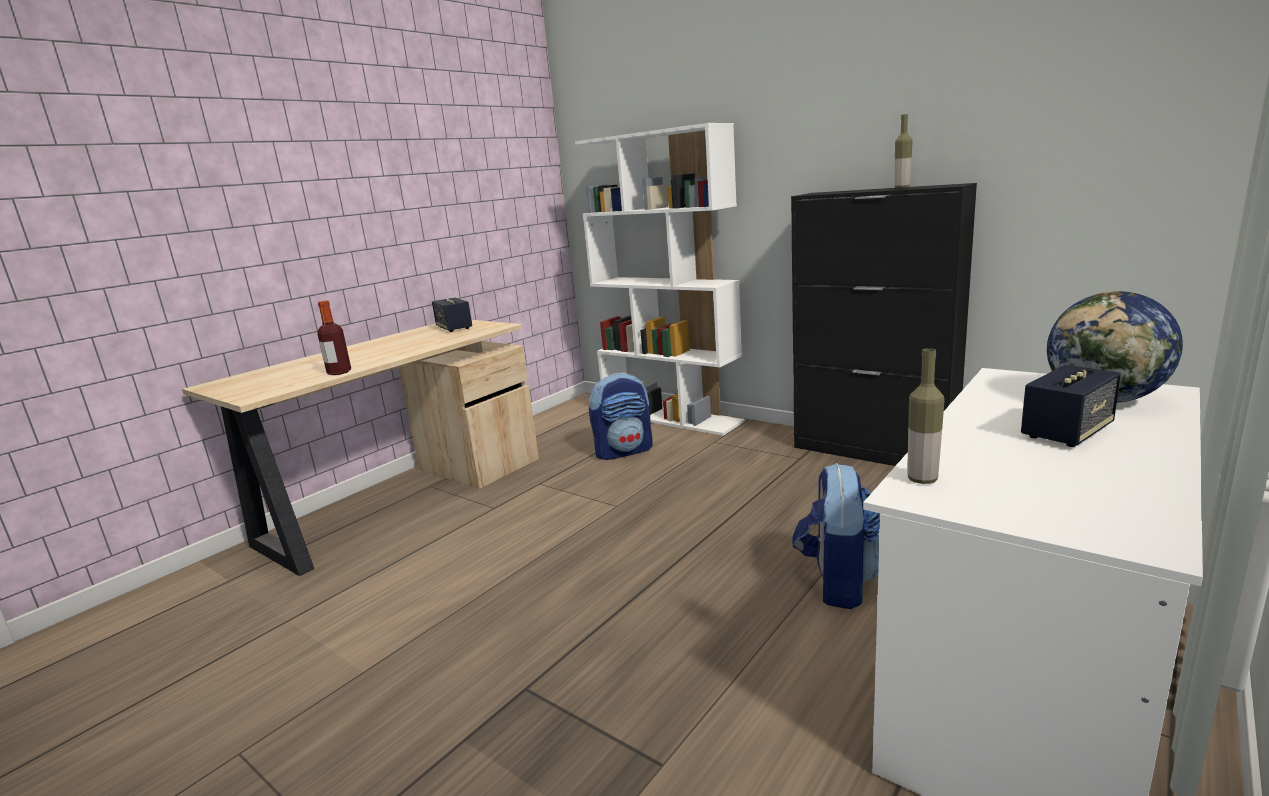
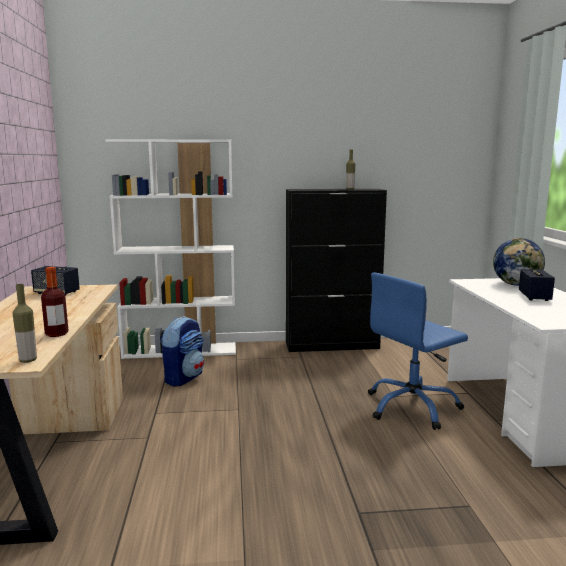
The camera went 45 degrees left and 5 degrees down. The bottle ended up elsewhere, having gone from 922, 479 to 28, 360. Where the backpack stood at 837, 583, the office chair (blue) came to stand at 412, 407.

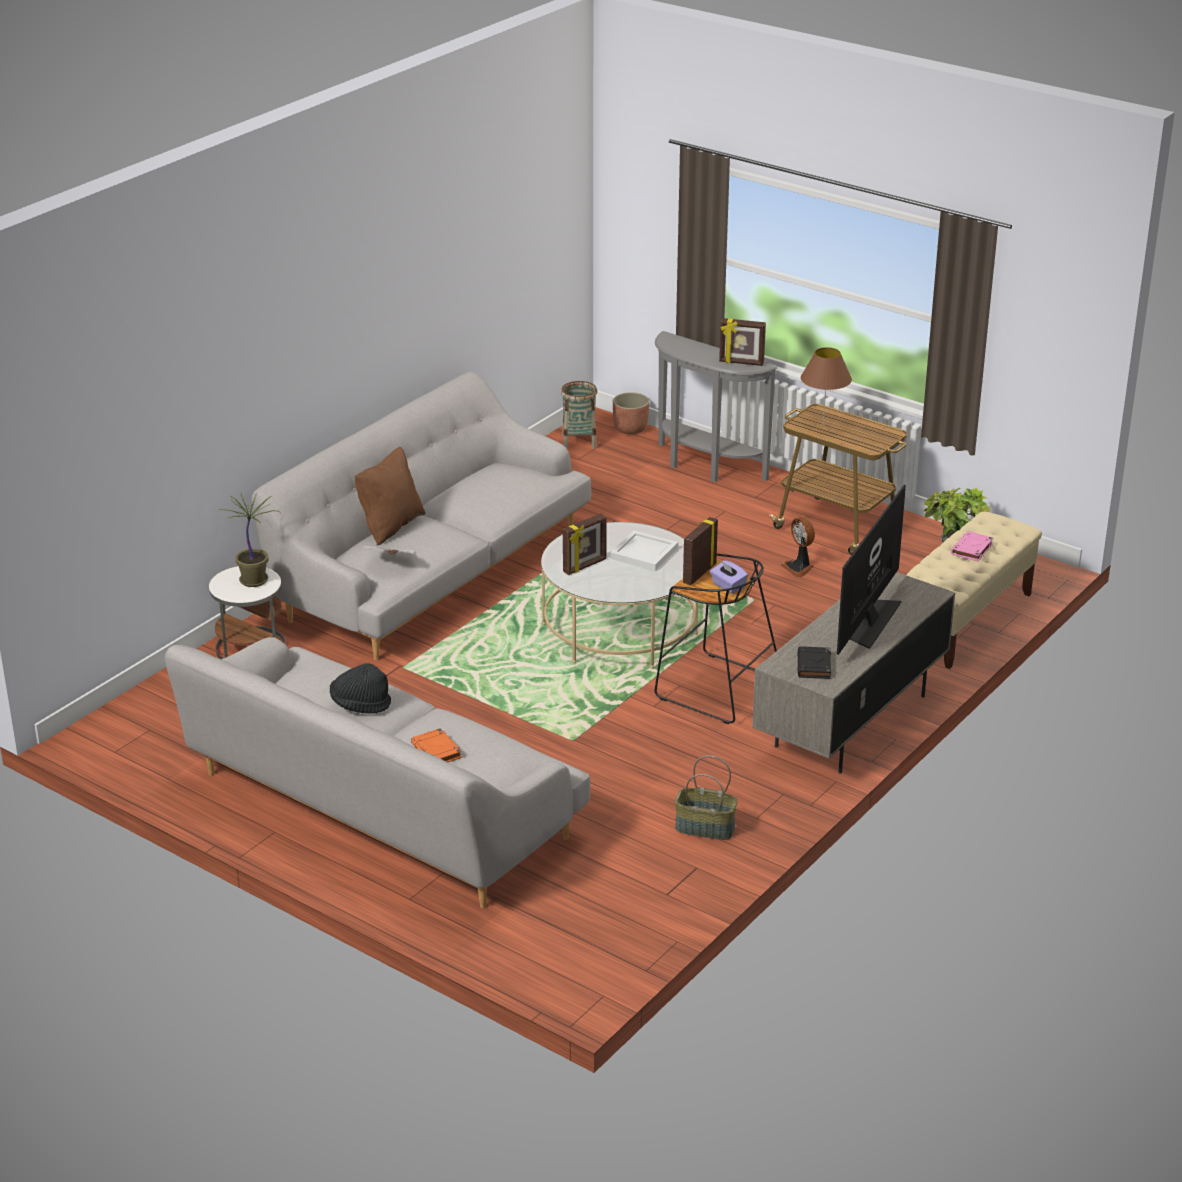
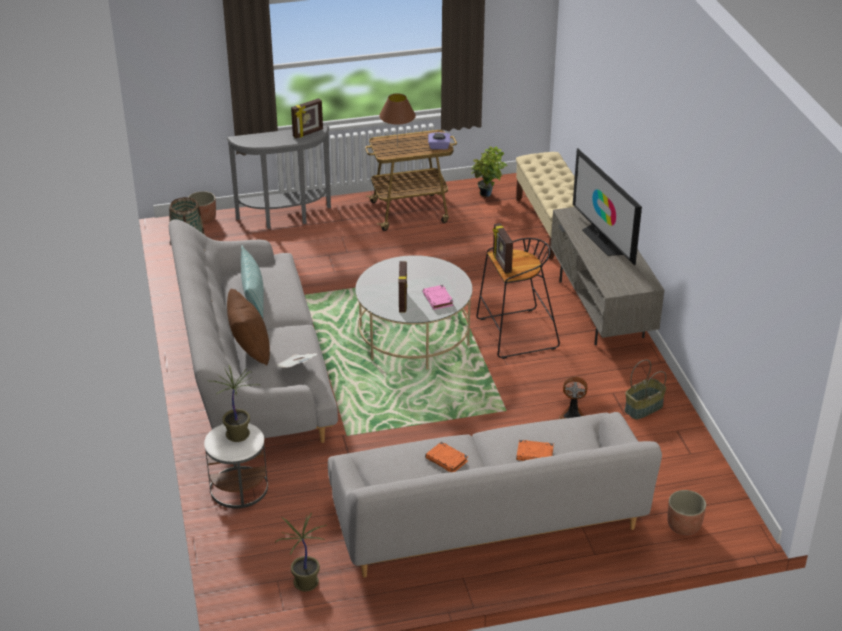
The camera went 50 degrees left and 5 degrees up. The second view lost the tray (white) at 645, 553. The second view lost the book (black) at 814, 666. The second view gained the pillow at 253, 296. The second view gained the potted plant at 305, 584. The second view gained the planter at 683, 526. The tissue box (purple) ended up elsewhere, having gone from 728, 586 to 439, 147. The fan ended up elsewhere, having gone from 799, 567 to 573, 415. The book (pink) ended up elsewhere, having gone from 971, 549 to 438, 299. Where the hat (black) stood at 360, 705, the book (orange) came to stand at 447, 460.

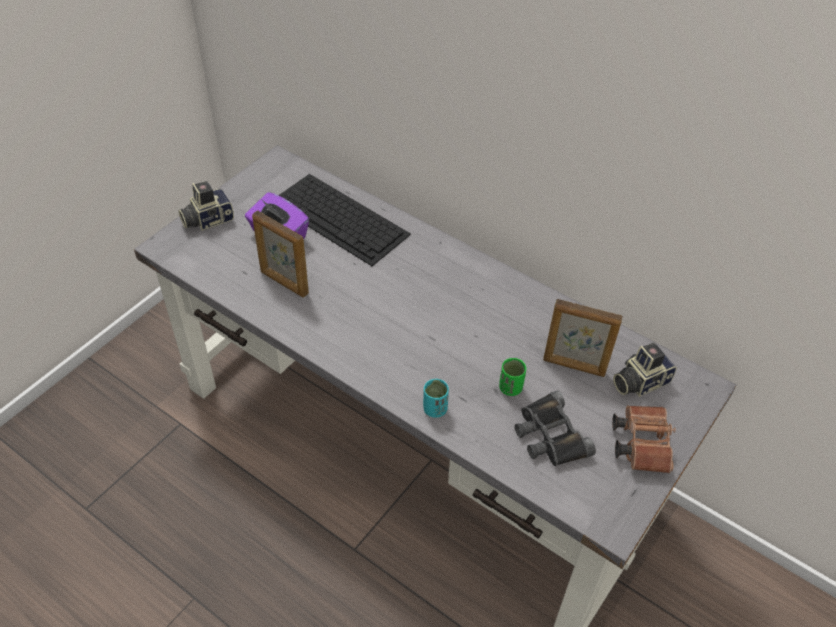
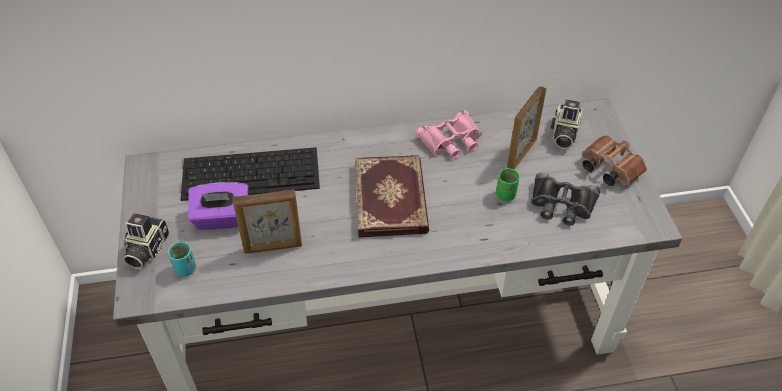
The camera went 45 degrees left and 0 degrees up. The second view gained the book at 392, 198. The second view gained the binoculars (pink) at 452, 140. The cup (turquoise) ended up elsewhere, having gone from 435, 409 to 185, 269. The picture frame at 574, 366 ended up facing another way, 150 degrees clockwise from before.

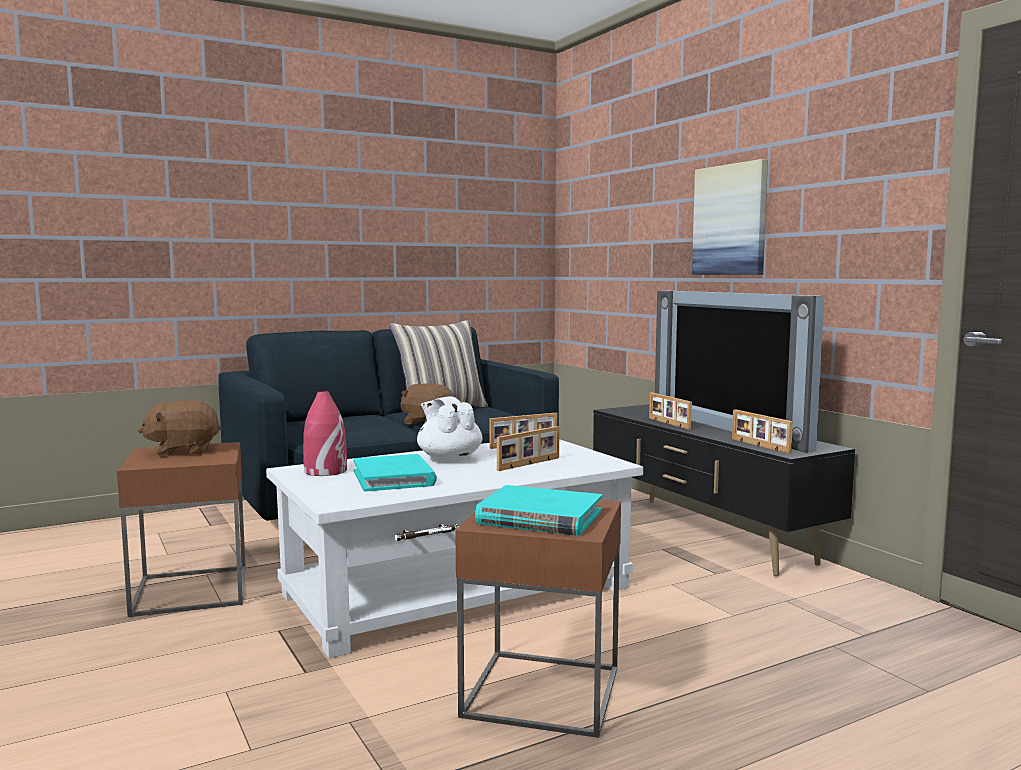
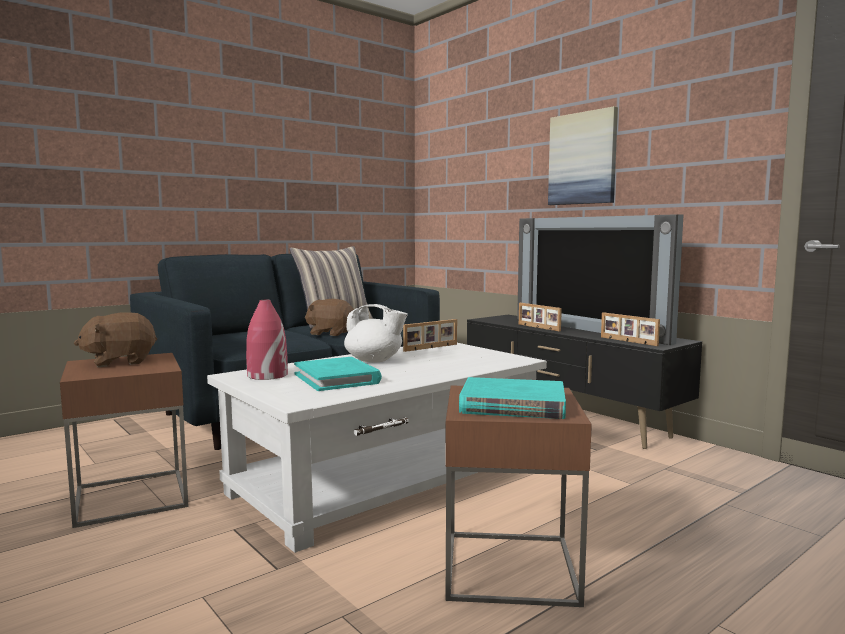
The camera went 10 degrees left and 0 degrees up. The second view lost the picture frame at 529, 464. The teapot (white) at 449, 459 ended up facing another way, 150 degrees clockwise from before.

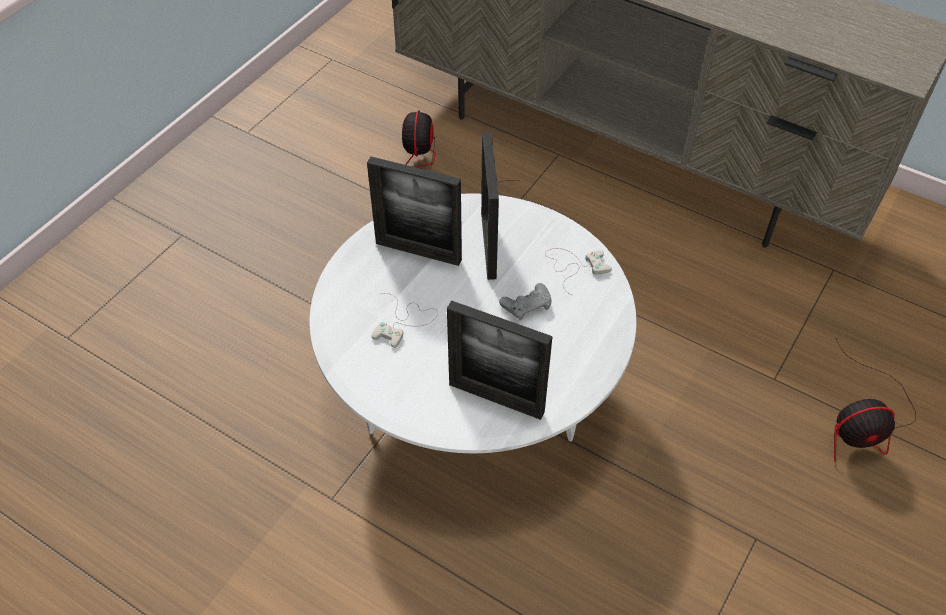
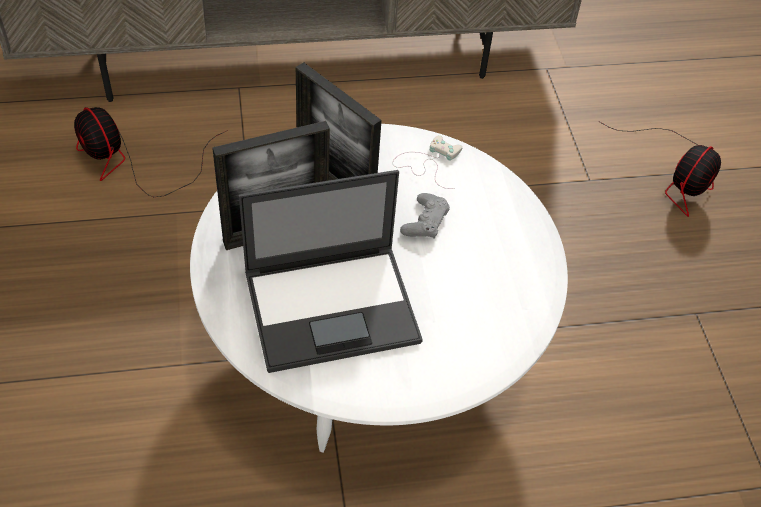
The camera went 45 degrees left and 0 degrees up. The second view lost the picture frame at 496, 398. Where the game controller (white) stood at 404, 321, the laptop came to stand at 334, 306.

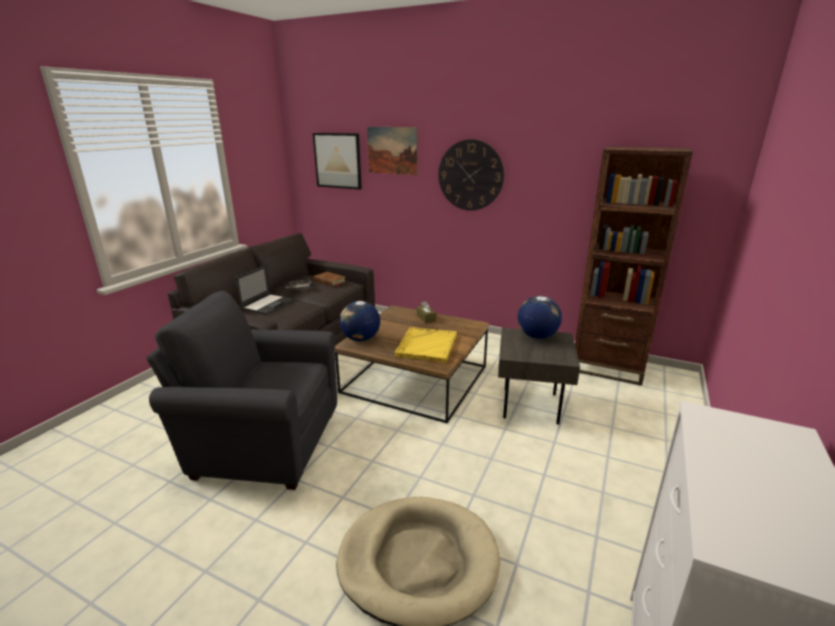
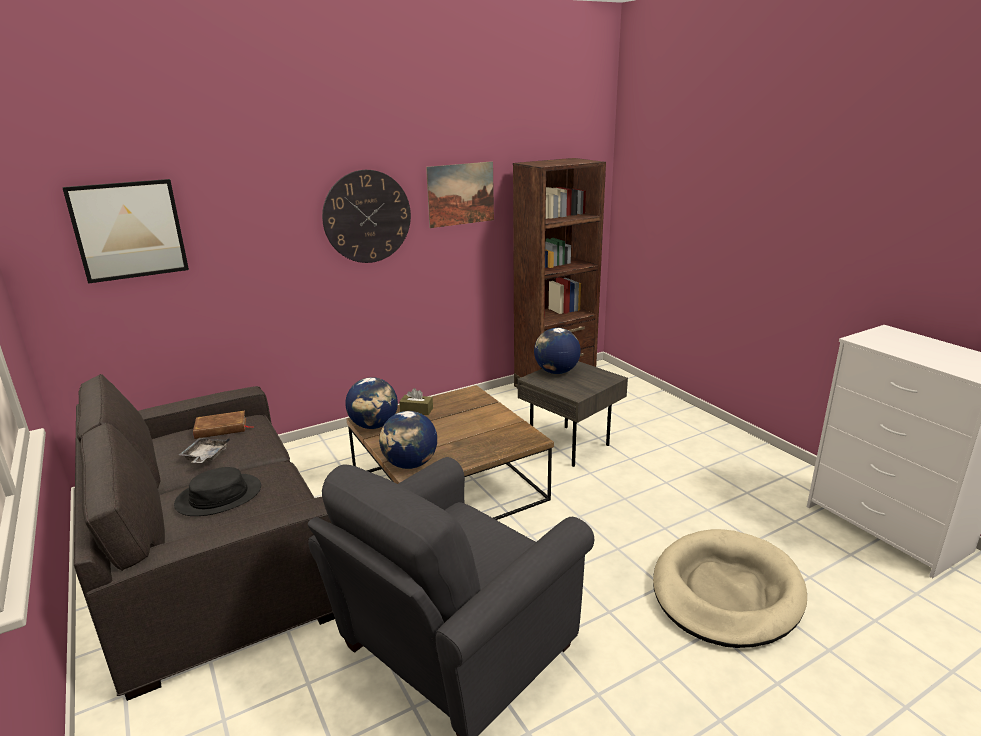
The camera went 55 degrees left and 0 degrees up. The second view lost the tray (yellow) at 426, 345. The second view gained the globe at 374, 426. The picture ended up elsewhere, having gone from 392, 150 to 461, 194. Where the laptop stood at 268, 304, the hat (black) came to stand at 219, 496.

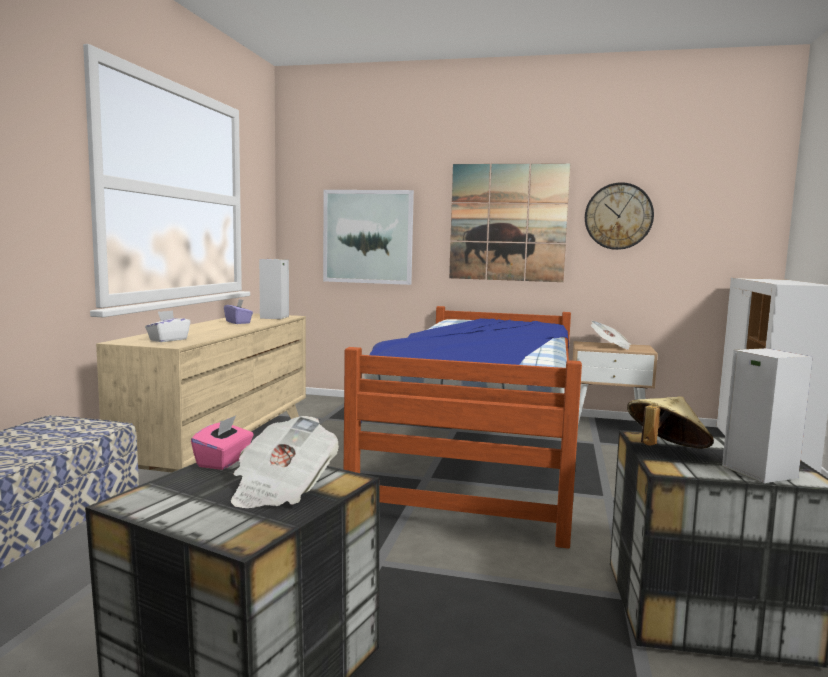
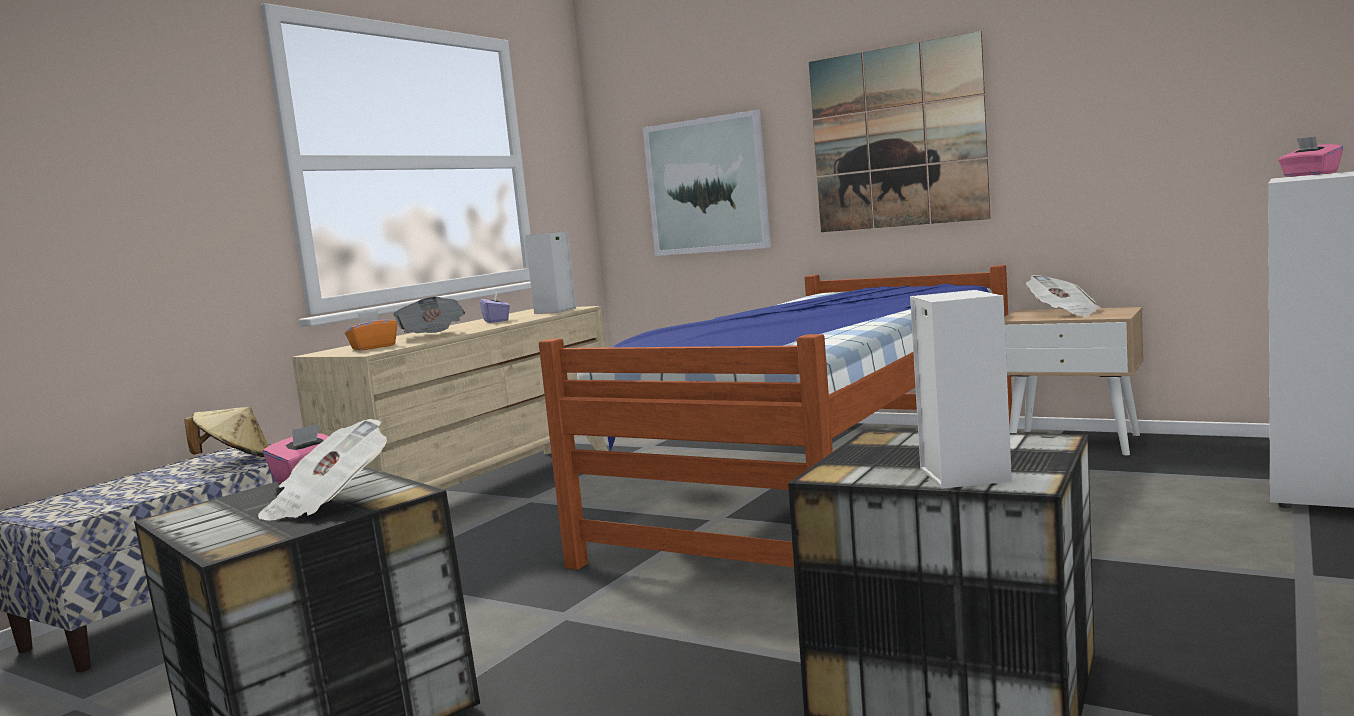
The camera went 20 degrees right and 0 degrees up. The second view lost the wall clock at 618, 216. The second view gained the newspaper at 432, 336. The second view gained the tissue box (pink) at 1309, 175. The hat (beige) ended up elsewhere, having gone from 665, 451 to 235, 460. What was the tissue box (white) at 168, 340 turned into the tissue box (orange) at 373, 347.

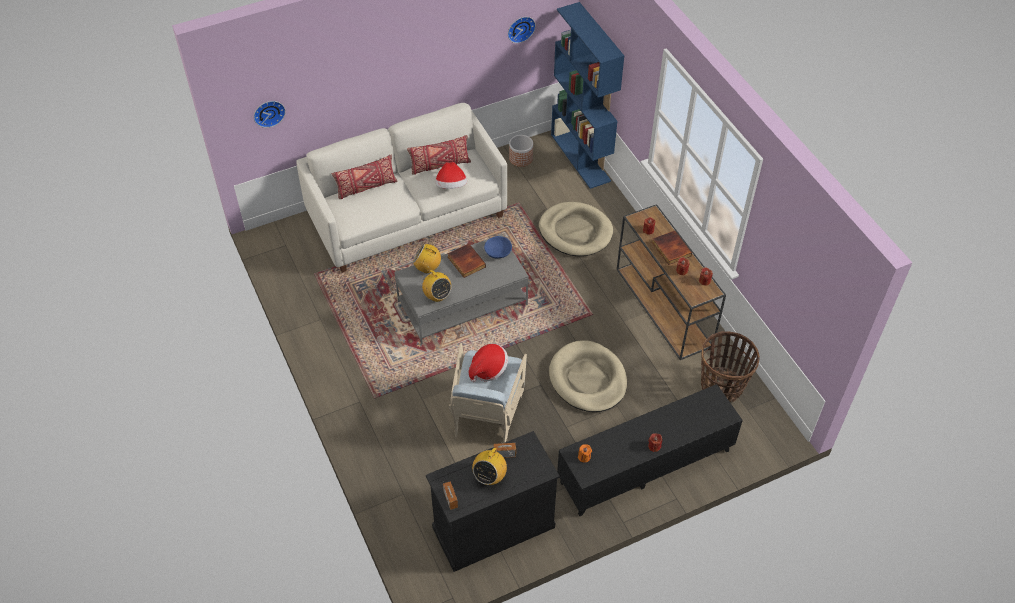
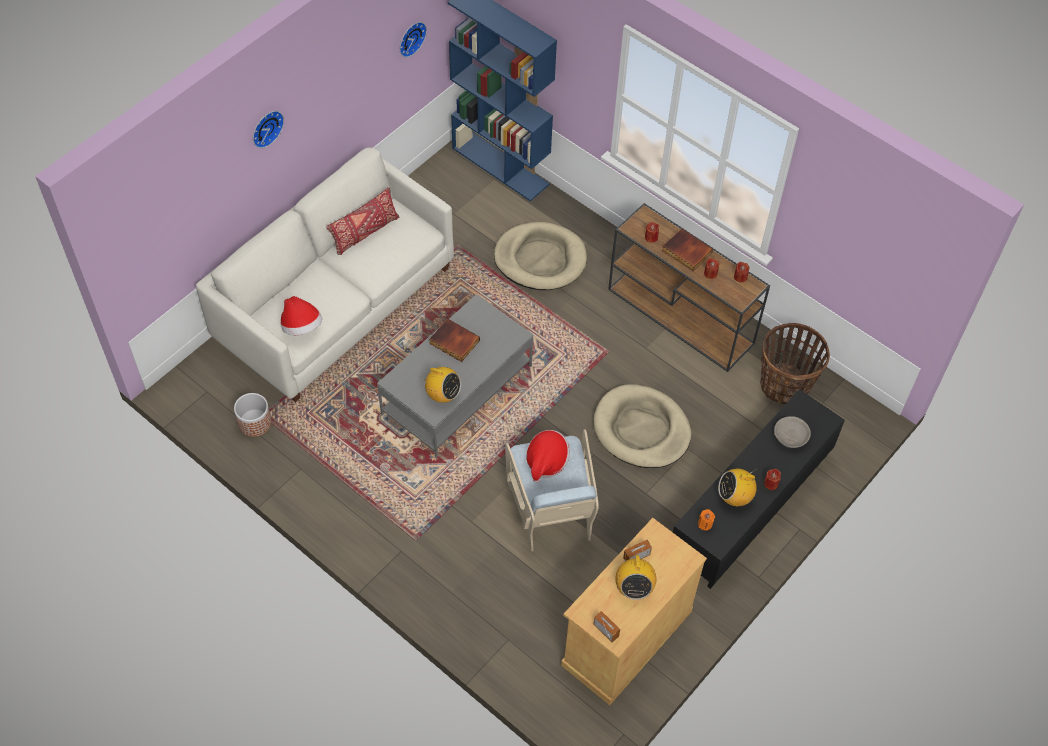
The camera went 25 degrees left and 5 degrees up. The second view lost the pillow (red) at 366, 187. The second view lost the bowl (blue) at 498, 251. The second view gained the bowl (grey) at 790, 437. The wall clock ended up elsewhere, having gone from 268, 112 to 265, 127. The radio ended up elsewhere, having gone from 427, 268 to 734, 497. The hat ended up elsewhere, having gone from 451, 186 to 302, 327. The planter ended up elsewhere, having gone from 521, 158 to 254, 422. What was the cabinet (black) at 493, 527 turned into the cabinet (beige) at 626, 638.

